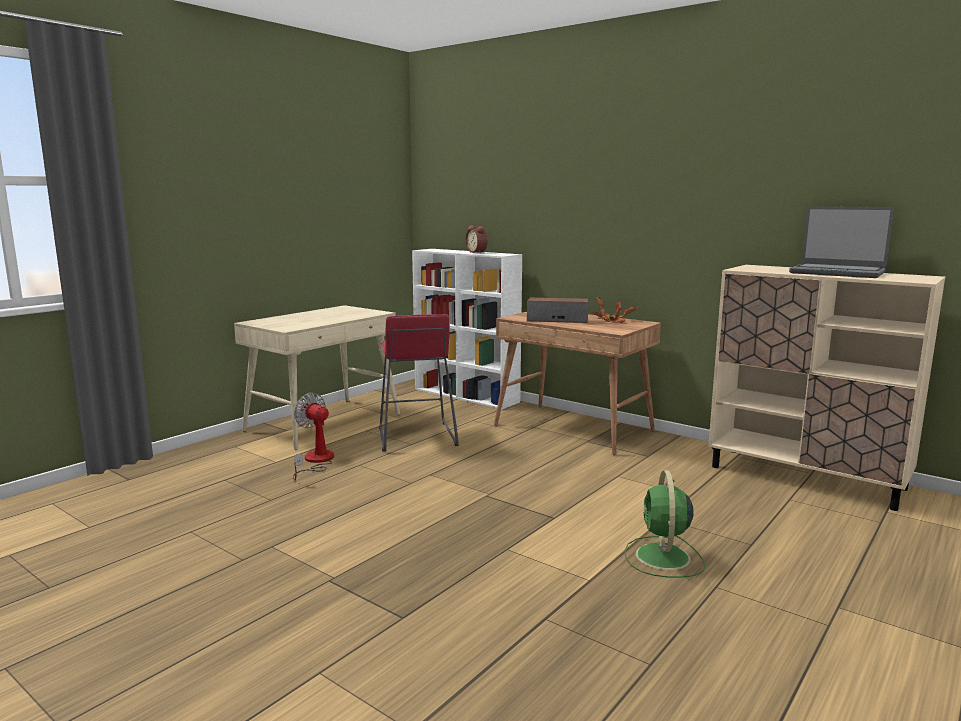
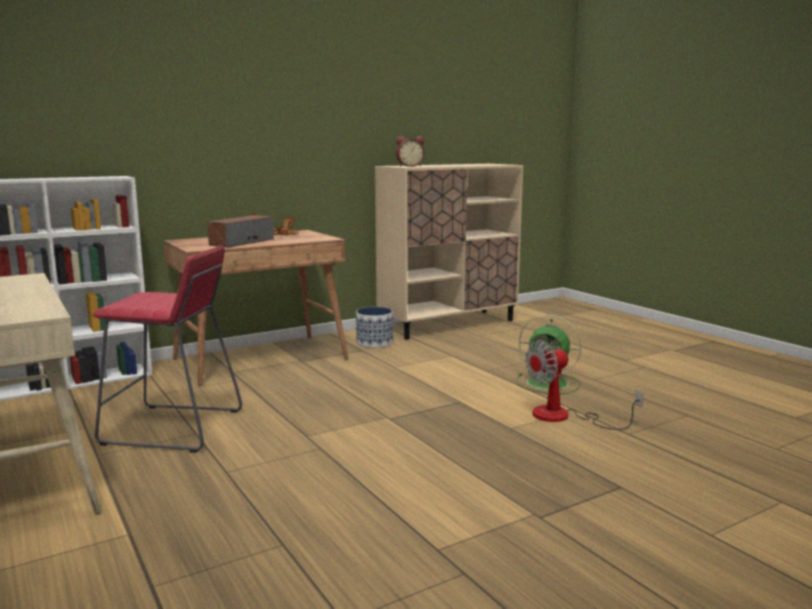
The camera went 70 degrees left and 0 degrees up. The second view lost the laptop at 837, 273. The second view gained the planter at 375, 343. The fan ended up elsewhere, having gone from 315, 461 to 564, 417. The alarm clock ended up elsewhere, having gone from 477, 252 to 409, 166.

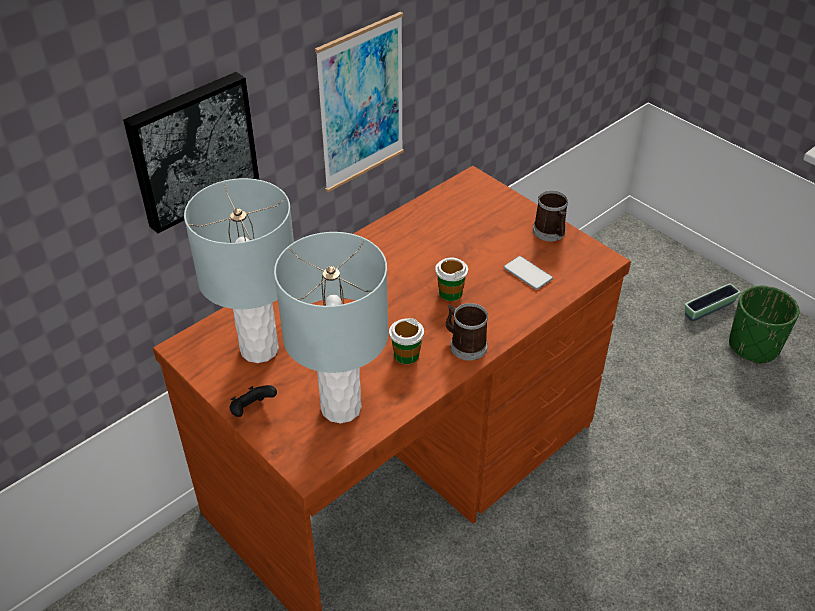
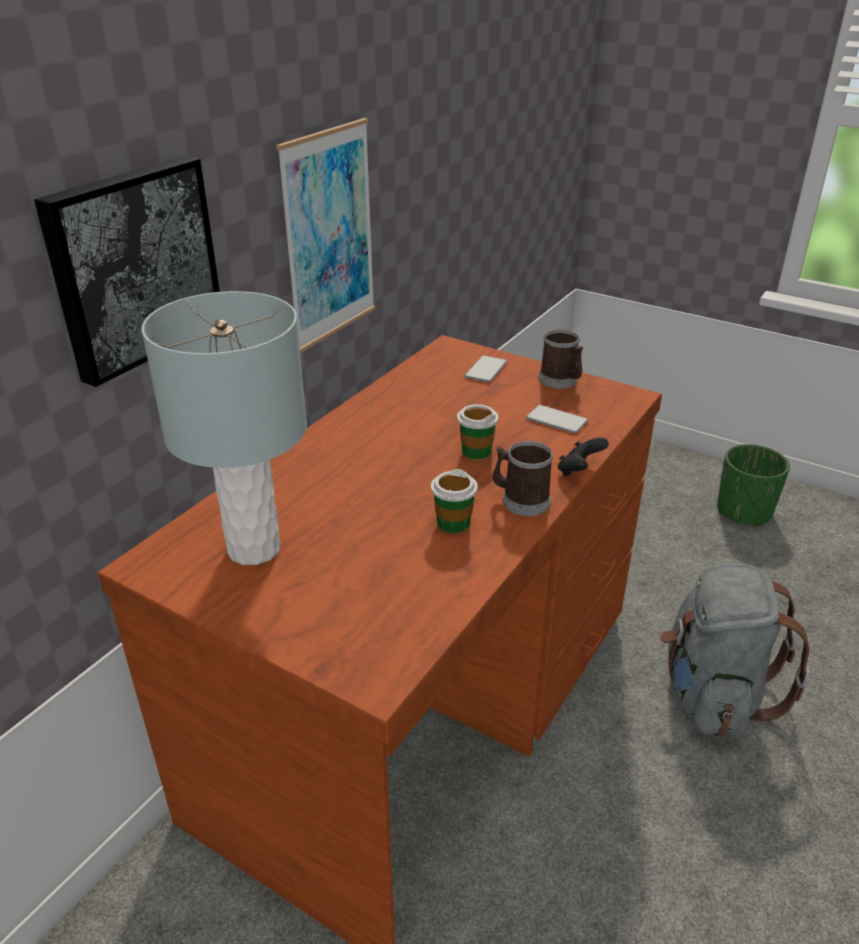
The camera went 15 degrees left and 10 degrees down. The second view lost the table lamp (grey) at 340, 408. The second view lost the planter at 709, 309. The second view gained the phone at 486, 370. The second view gained the backpack (grey) at 713, 694. The game controller (black) ended up elsewhere, having gone from 252, 410 to 579, 471.

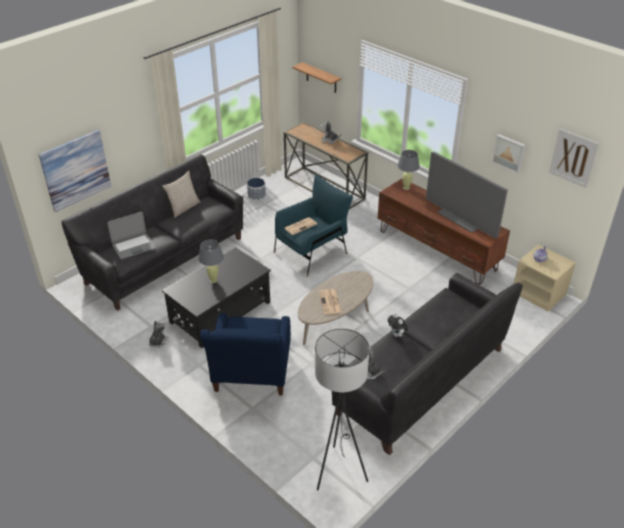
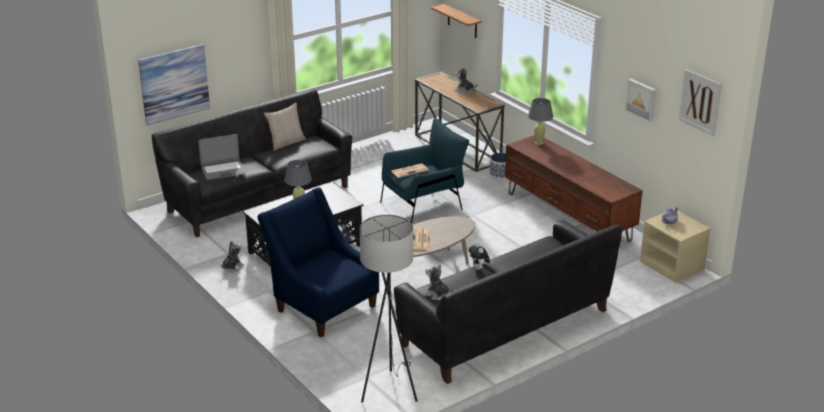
The camera went 10 degrees right and 10 degrees down. The second view lost the television at 461, 218. The planter ended up elsewhere, having gone from 257, 196 to 500, 174. The armchair (blue) at 251, 376 ended up facing another way, 120 degrees clockwise from before.

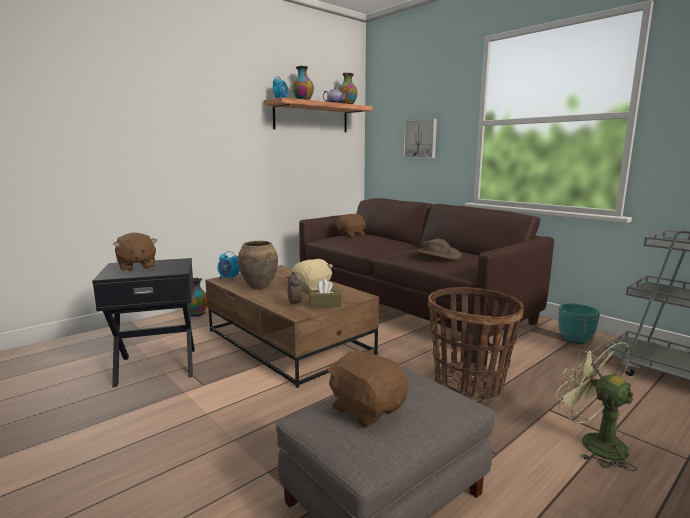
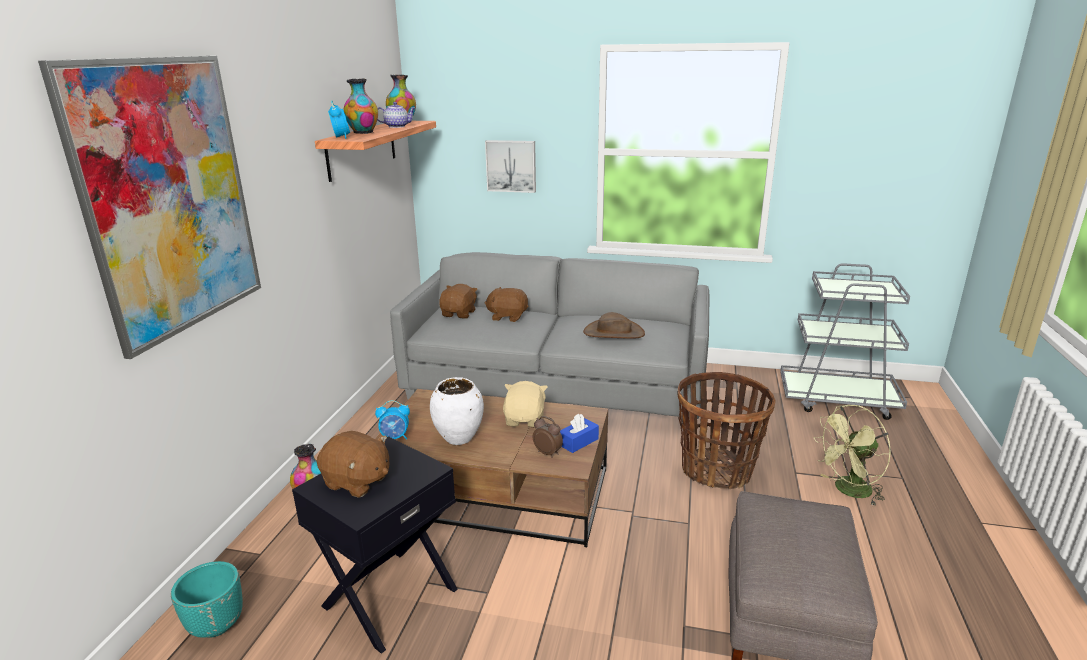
The camera went 35 degrees left and 10 degrees up. The second view gained the picture at 170, 198. The plush toy (brown) ended up elsewhere, having gone from 367, 409 to 507, 316. The planter (turquoise) ended up elsewhere, having gone from 575, 340 to 217, 625. What was the vase (brown) at 259, 286 turned into the vase (white) at 459, 438. What was the sofa (brown) at 409, 306 turned into the sofa (grey) at 556, 389. What was the tissue box (brown) at 325, 305 turned into the tissue box (blue) at 578, 442. The fan (green) at 593, 443 ended up facing another way, 45 degrees counterclockwise from before.

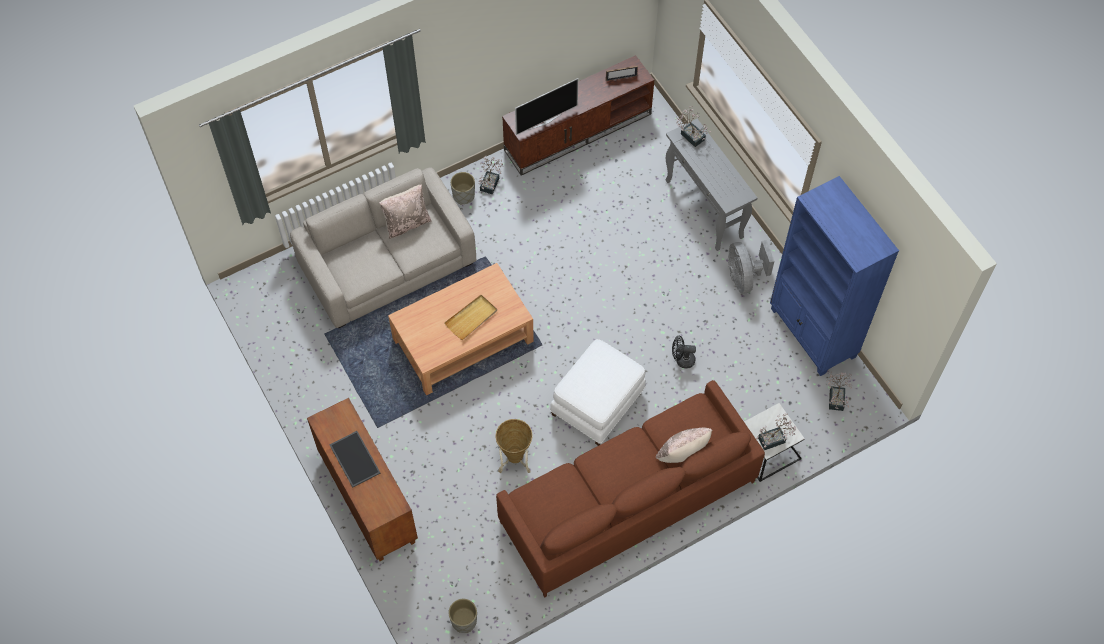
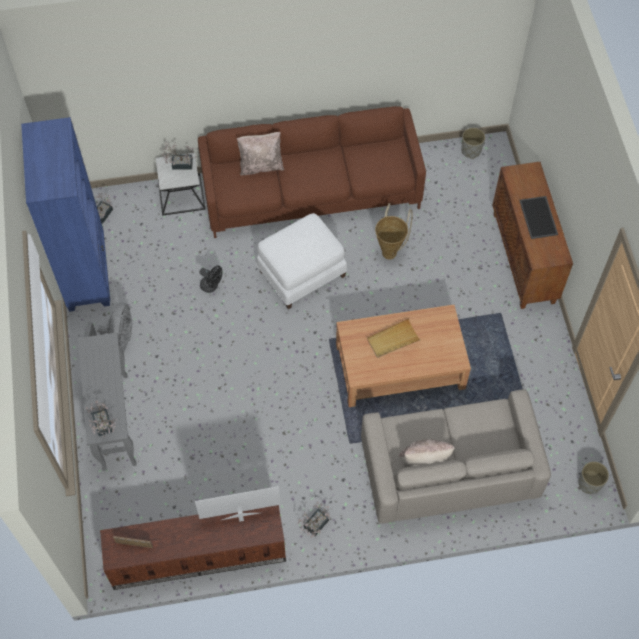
The camera went 160 degrees left and 0 degrees up. The planter (grey) ended up elsewhere, having gone from 463, 195 to 589, 484.

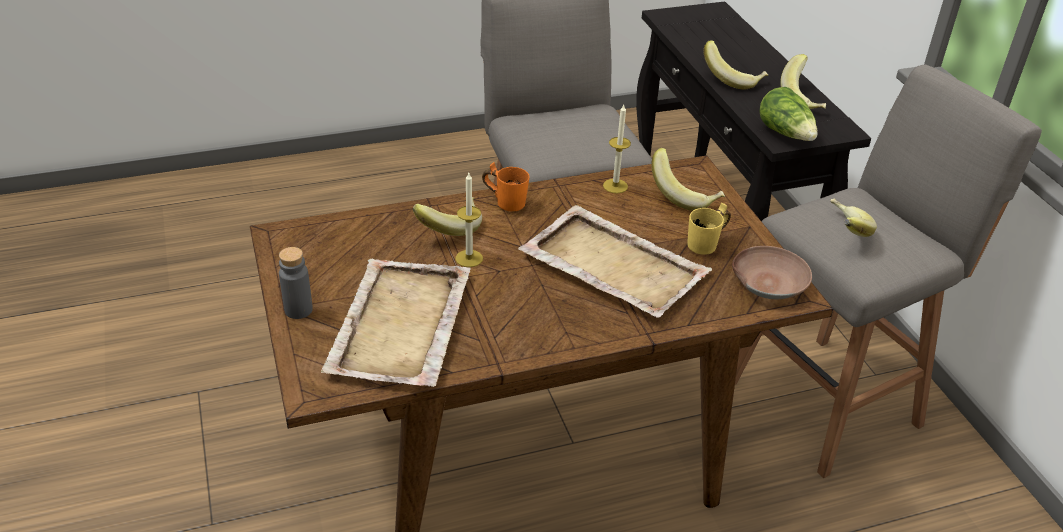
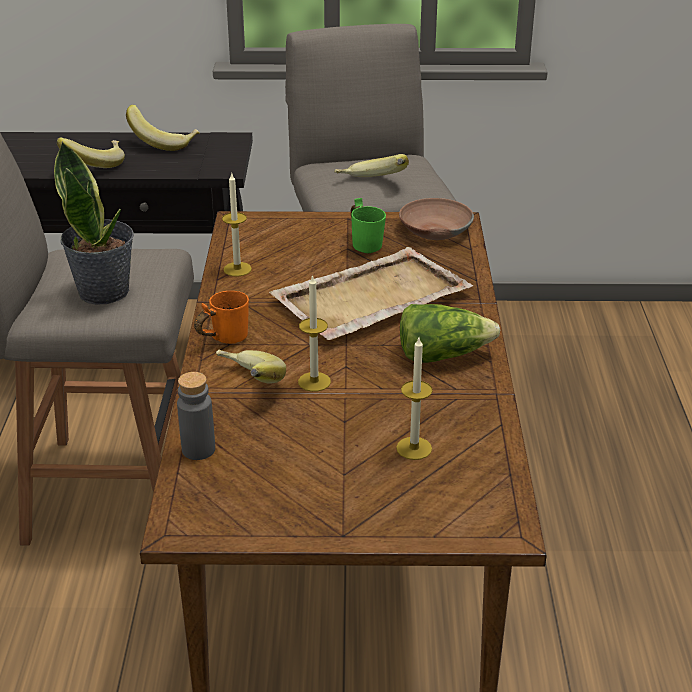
The camera went 70 degrees left and 5 degrees down. The second view lost the banana at 685, 195. The second view gained the potted plant at 105, 291. The bottle (grey) ended up elsewhere, having gone from 298, 310 to 198, 449. The lettuce ended up elsewhere, having gone from 786, 134 to 442, 355. Where the tray (beige) stood at 399, 326, the candle came to stand at 414, 448. What was the mug (yellow) at 709, 246 turned into the mug (green) at 367, 244.

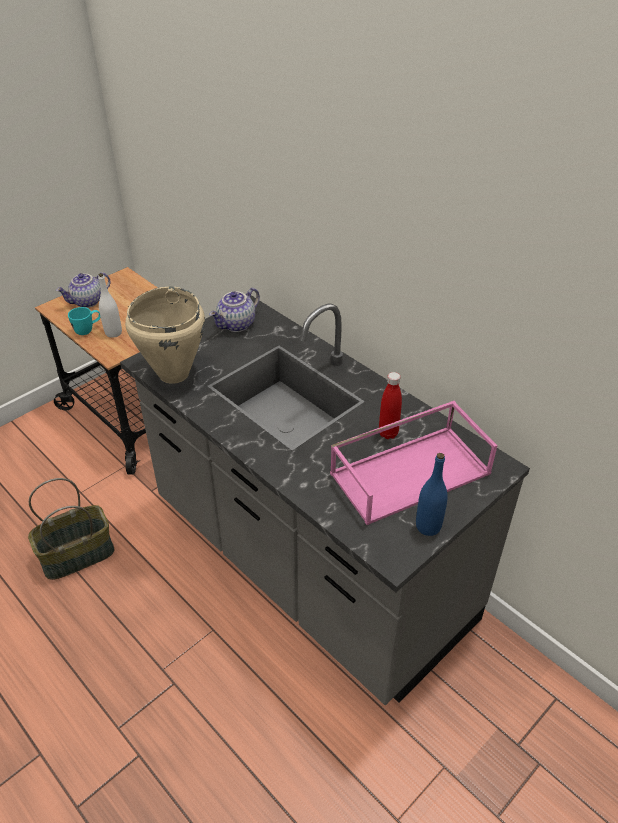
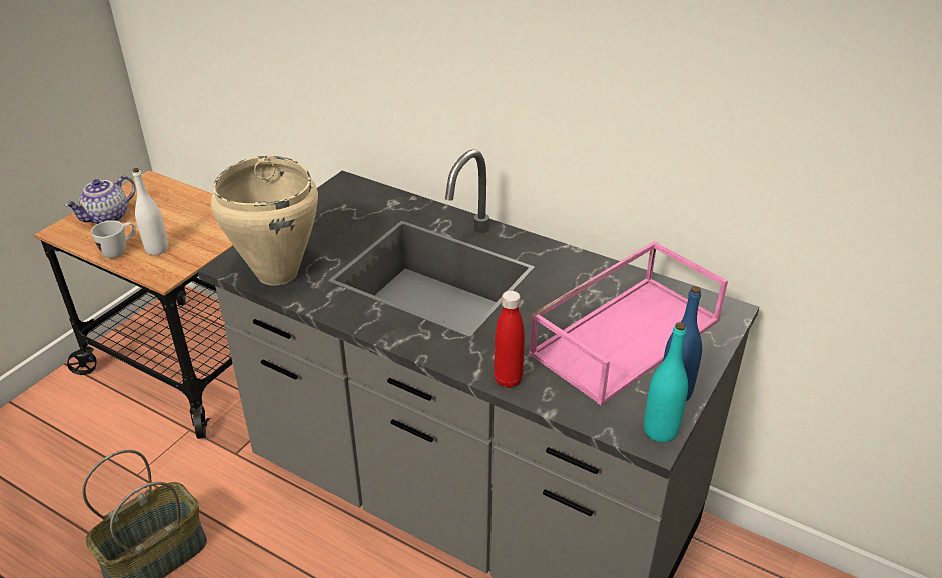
The camera went 15 degrees left and 5 degrees down. The second view lost the teapot at 237, 325. The second view gained the bottle (turquoise) at 660, 431. The bottle (red) ended up elsewhere, having gone from 388, 433 to 508, 380. What was the mug (turquoise) at 88, 330 turned into the mug (white) at 120, 251.

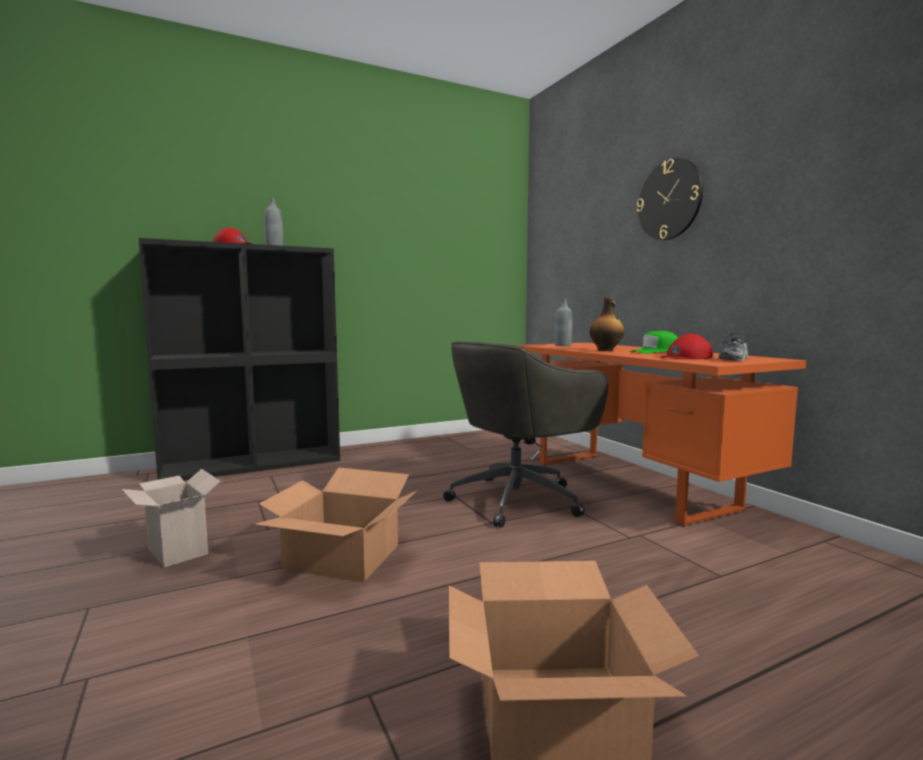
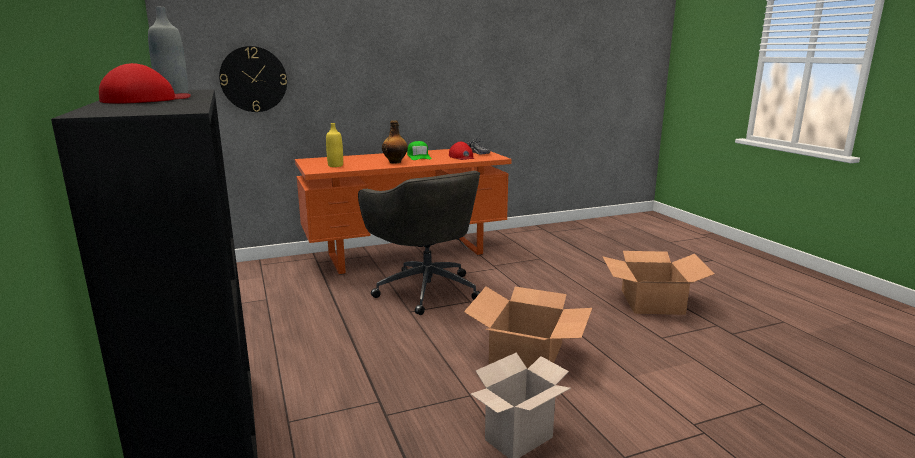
The camera went 85 degrees left and 10 degrees up. The wall clock ended up elsewhere, having gone from 669, 200 to 253, 79. What was the bottle (grey) at 562, 345 turned into the bottle (yellow) at 335, 165.

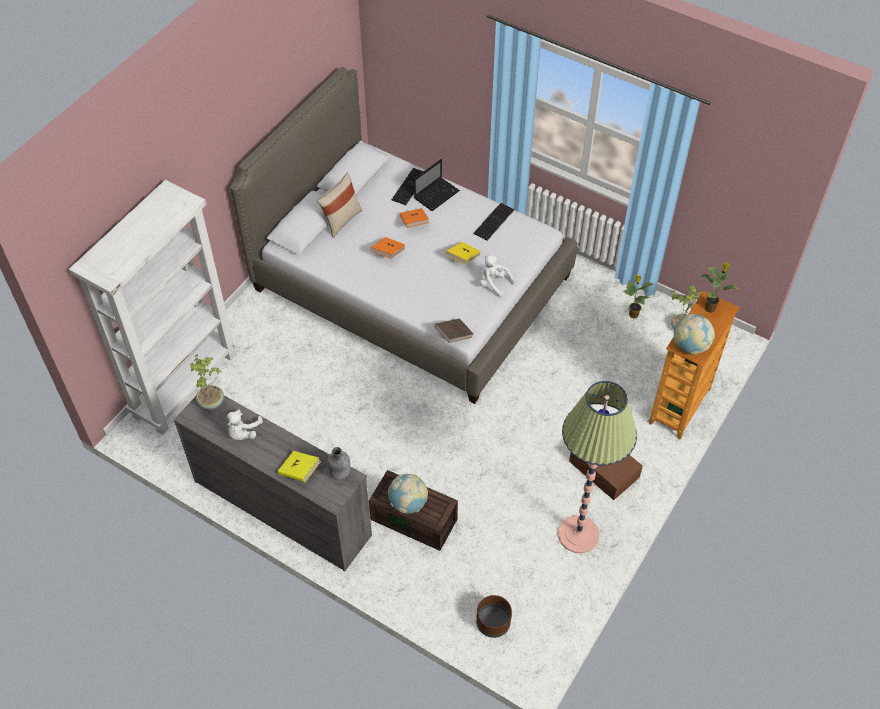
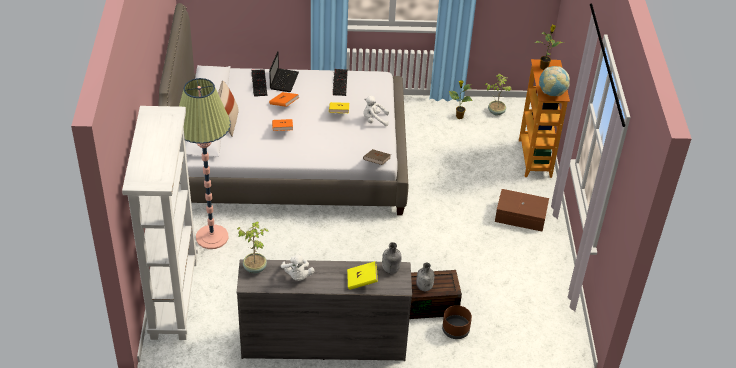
The camera went 35 degrees left and 10 degrees down. The planter (brown) ended up elsewhere, having gone from 492, 623 to 455, 330. The floor lamp ended up elsewhere, having gone from 578, 534 to 212, 237. Where the globe stood at 408, 503, the bottle (grey) came to stand at 424, 287.

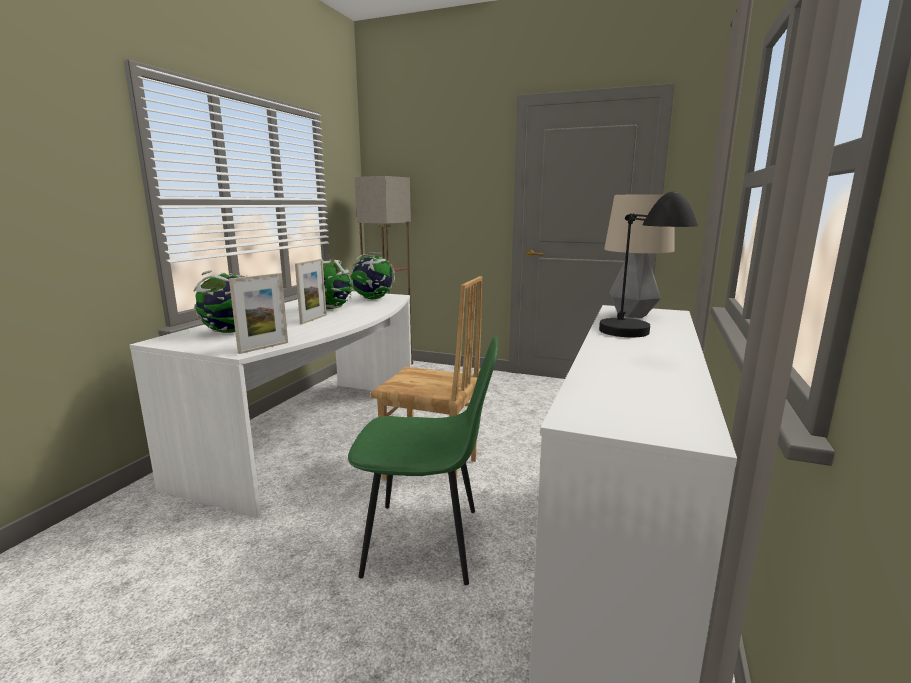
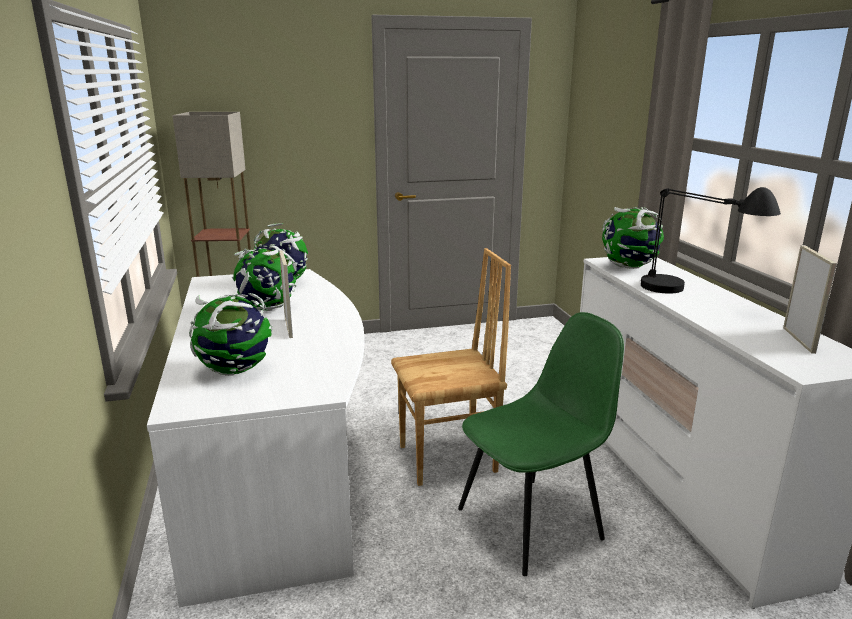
The camera went 35 degrees left and 5 degrees up. The picture frame ended up elsewhere, having gone from 264, 347 to 798, 340. Where the table lamp stood at 631, 315, the globe came to stand at 629, 267.

